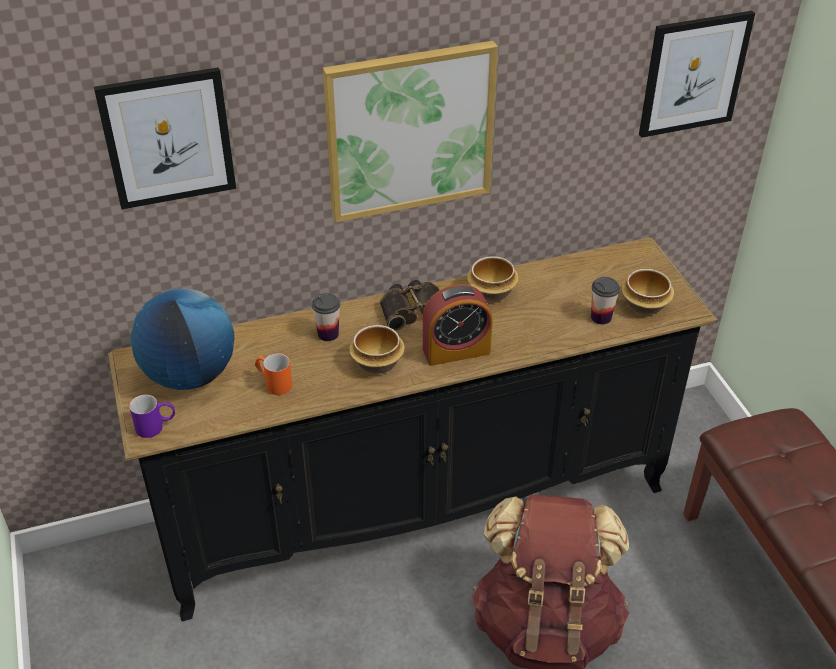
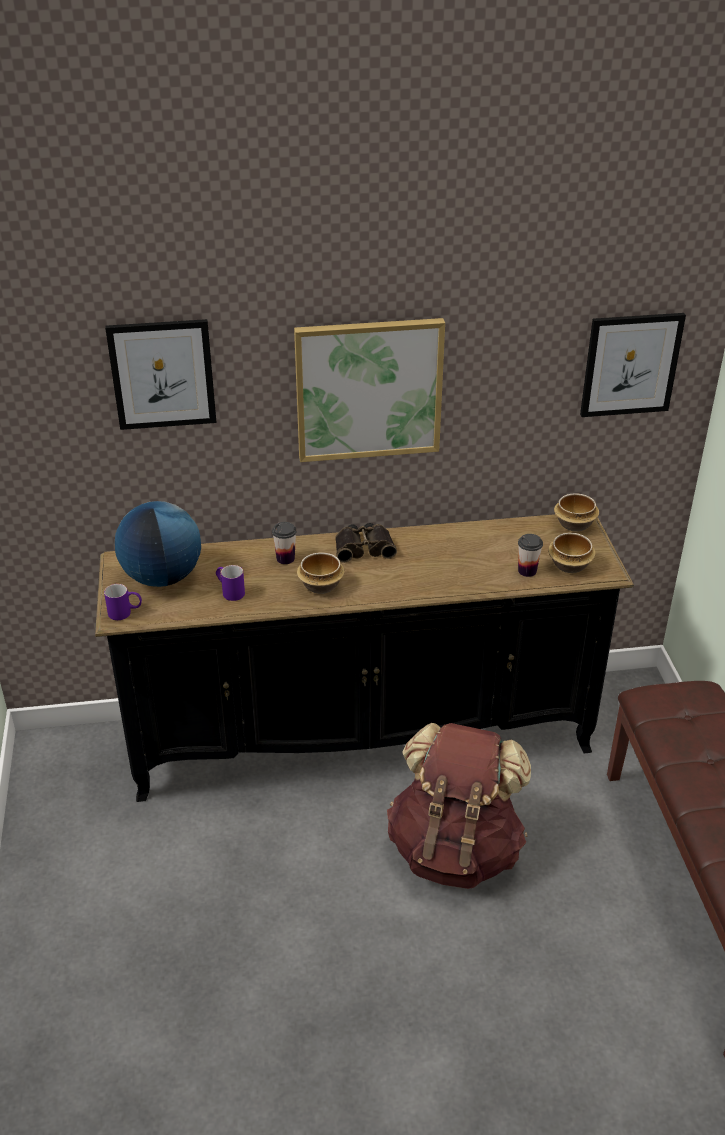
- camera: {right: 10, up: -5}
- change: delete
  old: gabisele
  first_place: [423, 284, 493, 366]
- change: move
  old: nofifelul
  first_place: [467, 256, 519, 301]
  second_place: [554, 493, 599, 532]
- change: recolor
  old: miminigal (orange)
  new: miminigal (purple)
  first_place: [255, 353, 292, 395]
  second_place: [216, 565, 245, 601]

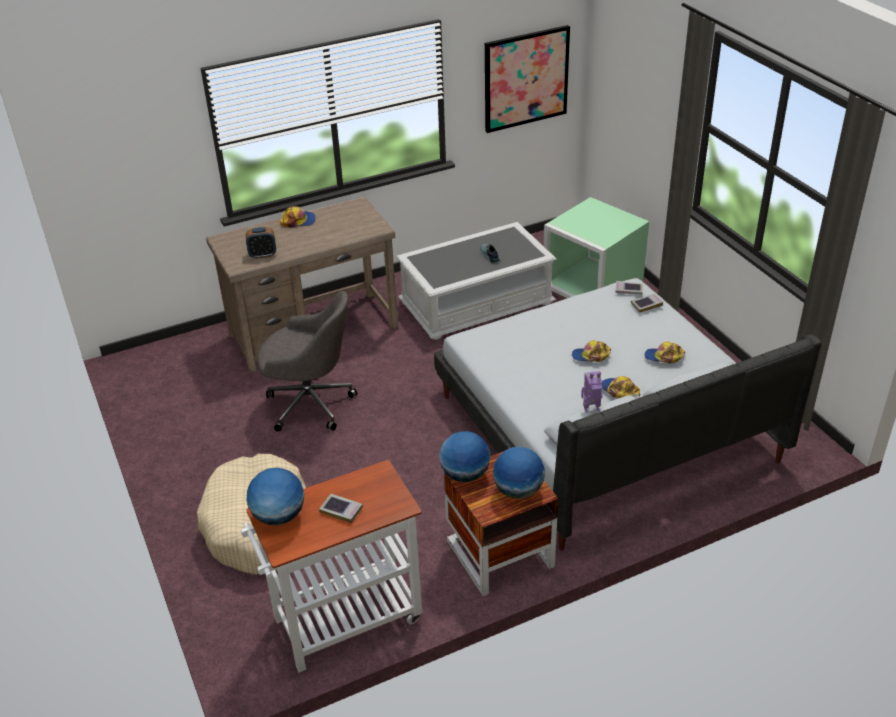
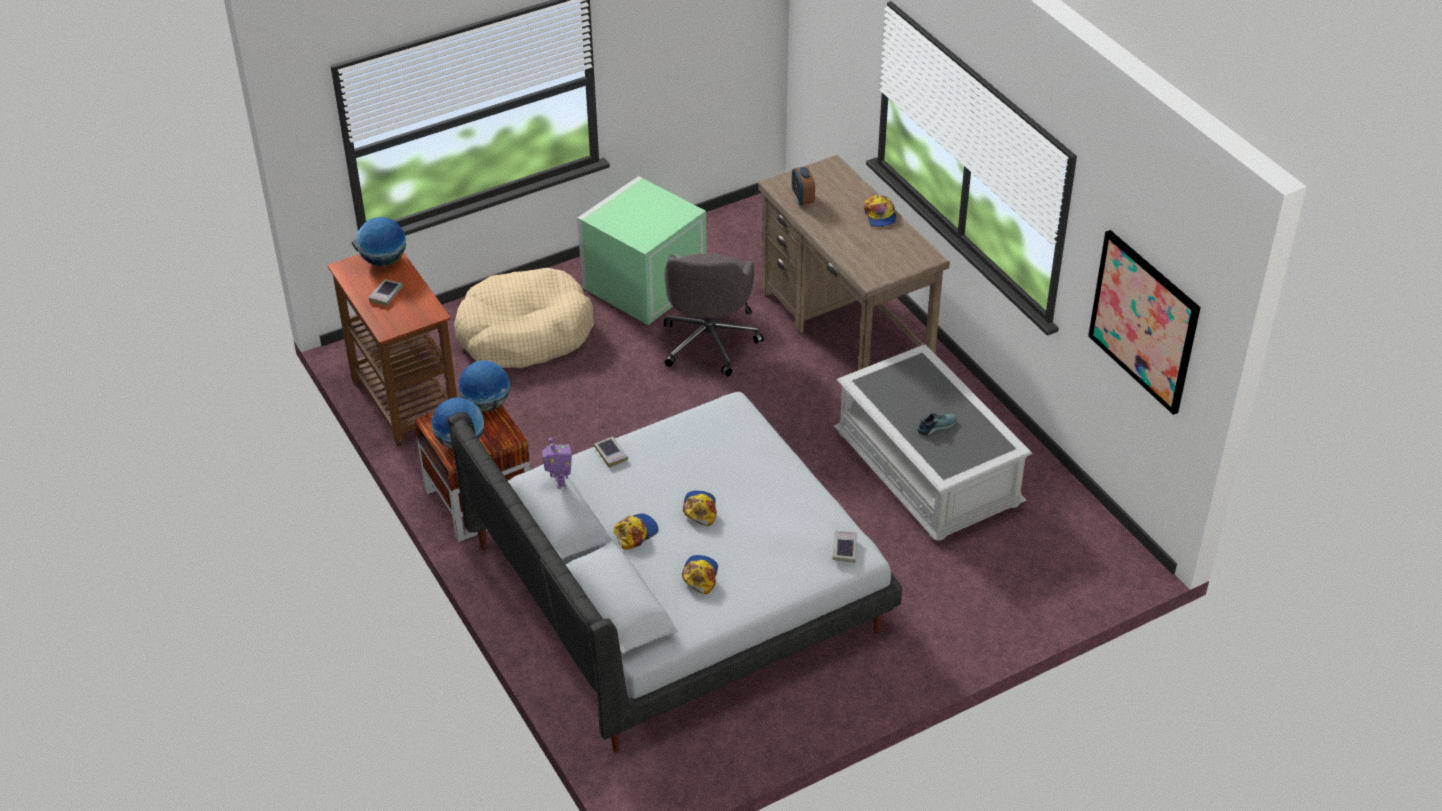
- camera: {right: 85, up: 5}
- change: move
  old: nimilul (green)
  first_place: [544, 197, 649, 298]
  second_place: [577, 176, 706, 325]
- change: move
  old: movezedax
  first_place: [631, 294, 663, 313]
  second_place: [594, 436, 628, 468]
- change: recolor
  old: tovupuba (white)
  new: tovupuba (brown)
  first_place: [241, 460, 422, 672]
  second_place: [328, 252, 457, 446]

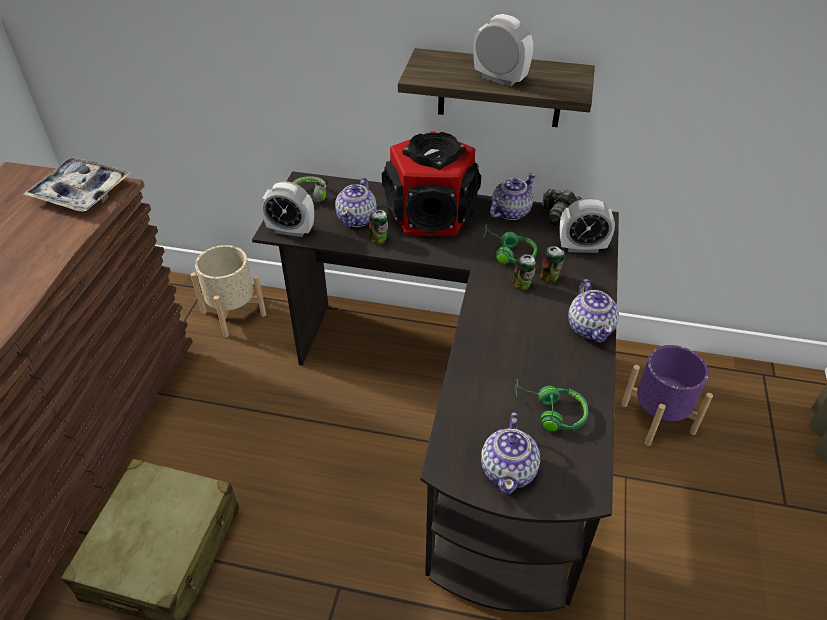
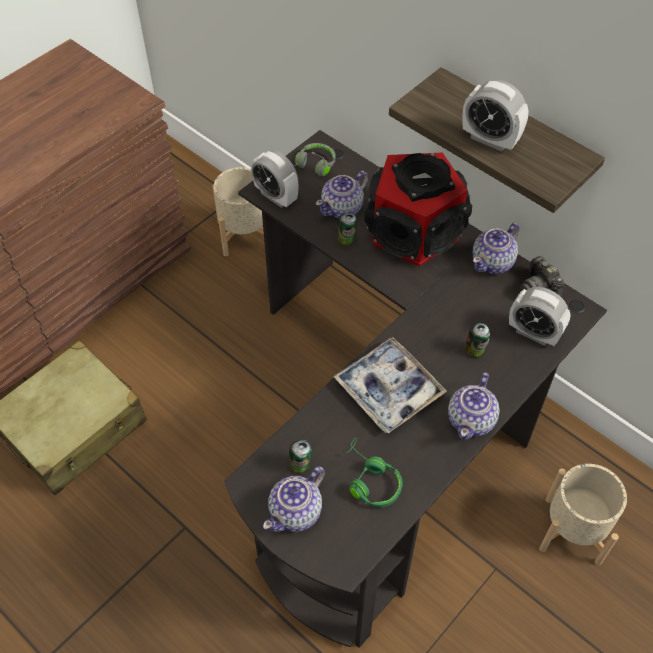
- camera: {right: 30, up: 10}
- change: delete
  old: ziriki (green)
  first_place: [483, 224, 537, 264]
- change: move
  old: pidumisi
  first_place: [23, 157, 131, 212]
  second_place: [333, 337, 447, 433]
- change: move
  old: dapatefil
  first_place: [512, 254, 536, 290]
  second_place: [289, 439, 312, 473]
- change: recolor
  old: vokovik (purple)
  new: vokovik (beige)
  first_place: [621, 345, 713, 446]
  second_place: [539, 464, 627, 566]
- change: rotate
  old: gabisele
  first_place: [473, 14, 533, 87]
  second_place: [462, 80, 528, 152]
  degrees: 150
- change: rotate
  old: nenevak
  first_place: [490, 173, 536, 220]
  second_place: [472, 223, 520, 274]
  degrees: 150

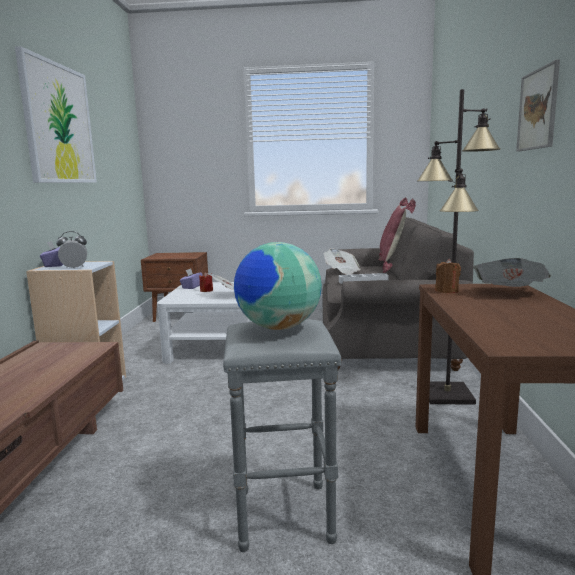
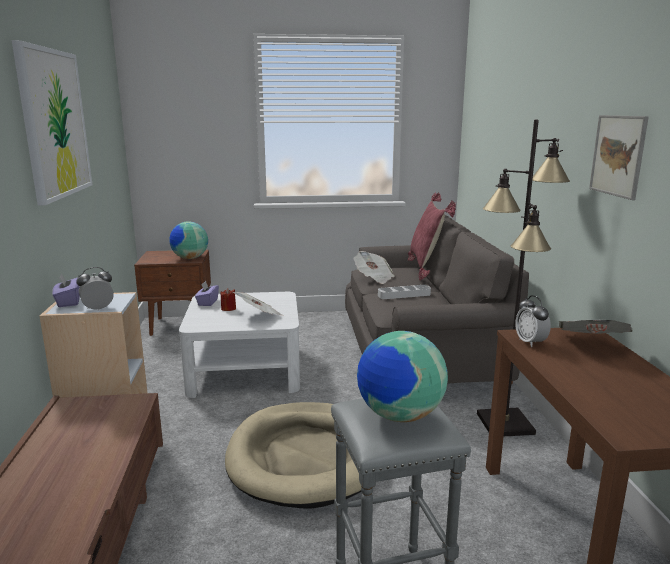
- camera: {right: -10, up: 5}
- change: insert
  new: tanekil
  second_place: [169, 221, 208, 259]
- change: insert
  new: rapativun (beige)
  second_place: [225, 402, 361, 509]
- change: replace
  old: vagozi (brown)
  new: gabisele
  first_place: [435, 259, 461, 293]
  second_place: [515, 295, 551, 347]

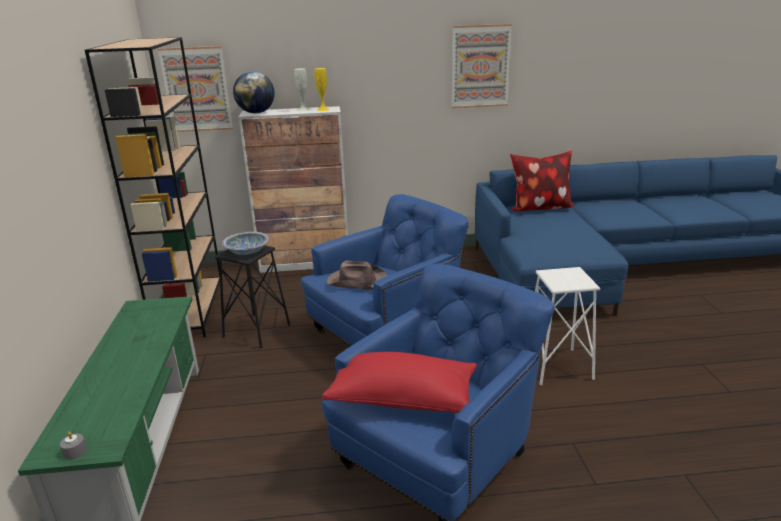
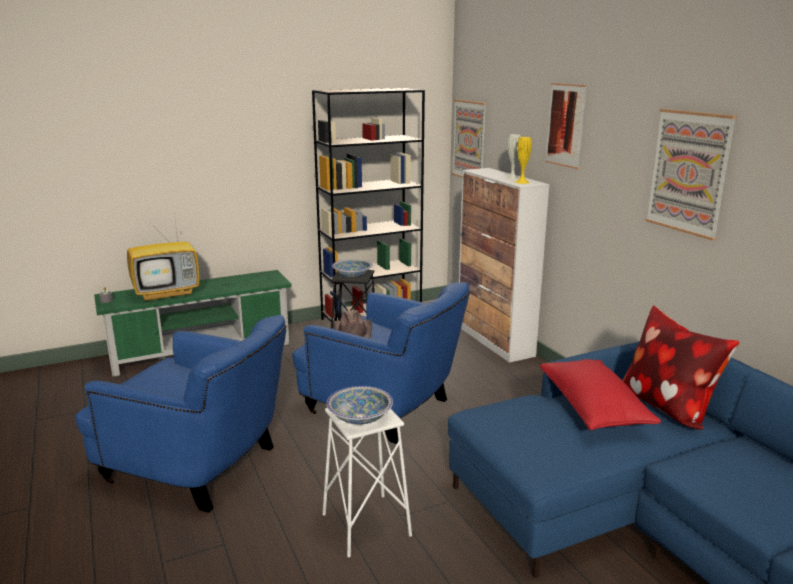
- camera: {right: 70, up: -5}
- change: delete
  old: tanekil
  first_place: [233, 71, 275, 113]
- change: insert
  new: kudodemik
  second_place: [127, 213, 200, 302]
- change: insert
  new: nofifelul
  second_place: [327, 386, 393, 424]
- change: insert
  new: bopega
  second_place: [545, 83, 587, 169]
- change: move
  old: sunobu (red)
  first_place: [322, 352, 477, 413]
  second_place: [540, 359, 661, 430]

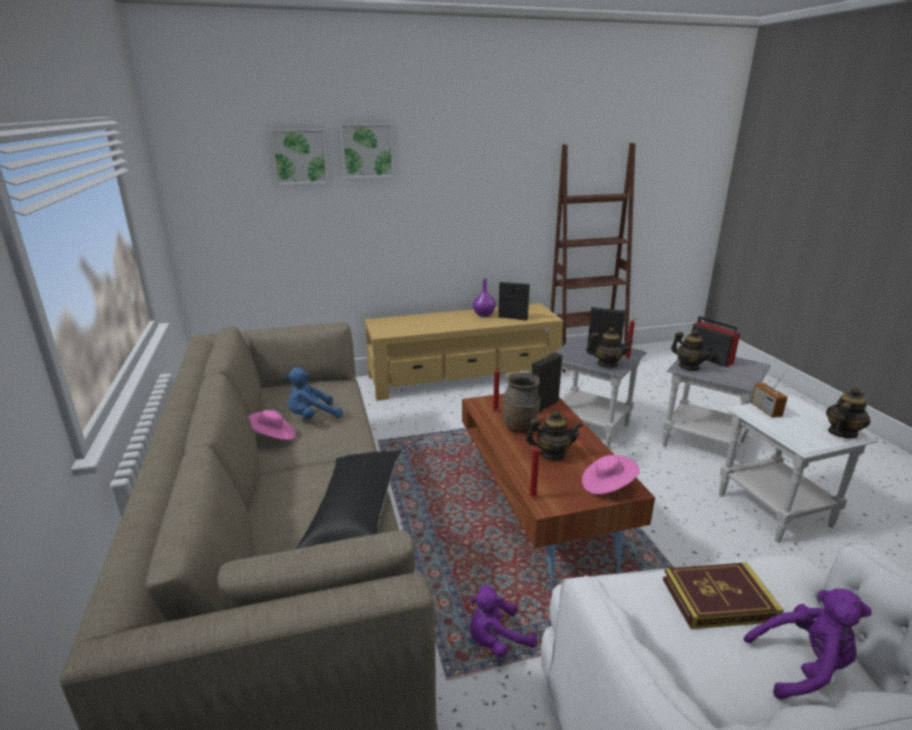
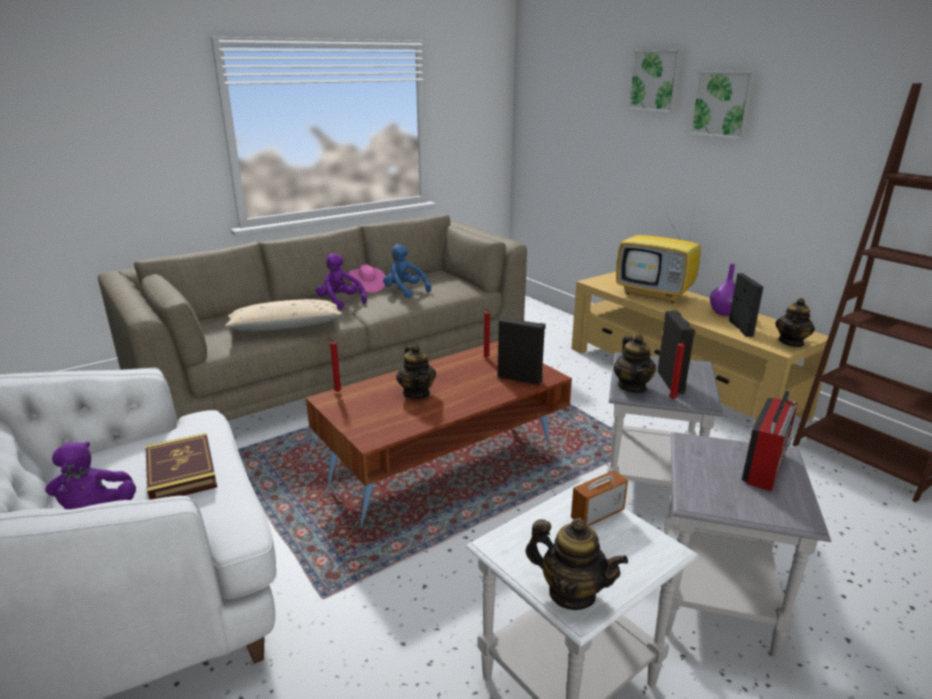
- camera: {right: 70, up: 0}
- change: delete
  old: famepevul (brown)
  first_place: [502, 372, 540, 433]
- change: delete
  old: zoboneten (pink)
  first_place: [582, 455, 640, 494]
- change: insert
  new: kudodemik
  second_place: [616, 205, 701, 303]
- change: move
  old: bopega
  first_place: [270, 129, 328, 185]
  second_place: [689, 71, 757, 140]
- change: move
  old: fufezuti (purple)
  first_place: [470, 585, 537, 658]
  second_place: [316, 253, 367, 310]
- change: move
  old: nenevak
  first_place: [671, 330, 715, 371]
  second_place: [775, 298, 815, 347]
- change: recolor
  old: sunobu (black)
  new: sunobu (beige)
  first_place: [296, 450, 402, 549]
  second_place: [225, 299, 343, 331]

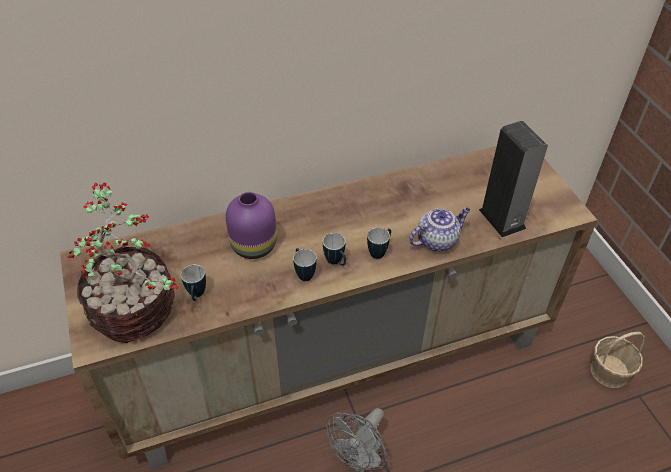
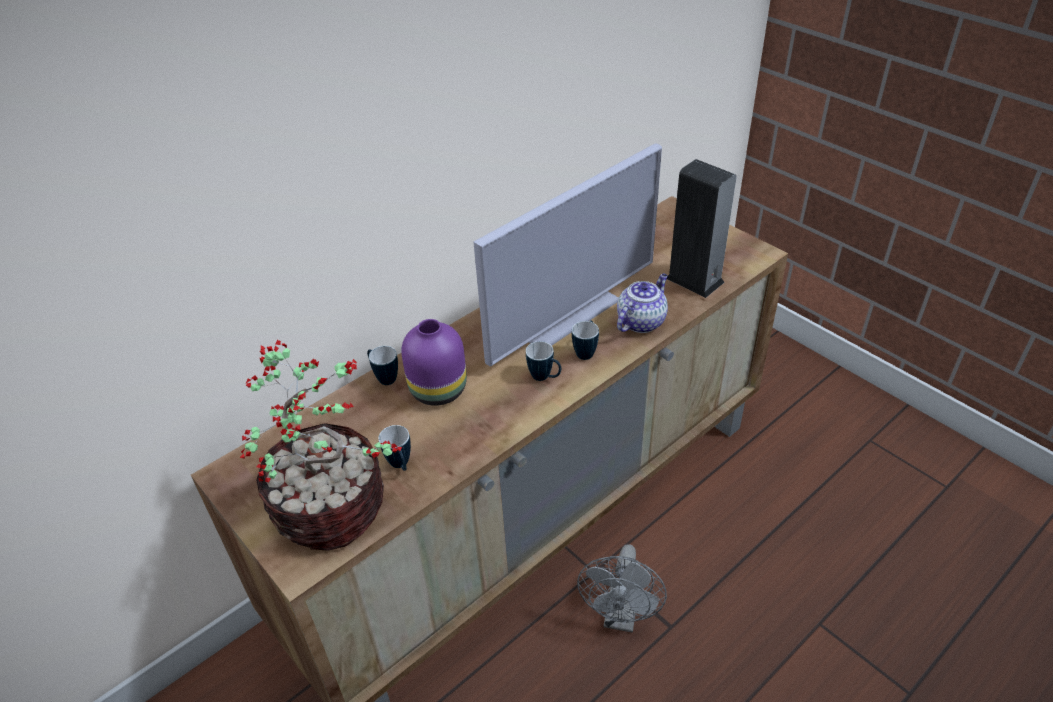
- camera: {right: -20, up: -5}
- change: delete
  old: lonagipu
  first_place: [591, 332, 645, 388]
- change: insert
  new: kudodemik
  second_place: [473, 143, 662, 366]
- change: move
  old: miminigal
  first_place: [293, 248, 317, 281]
  second_place: [367, 346, 398, 385]

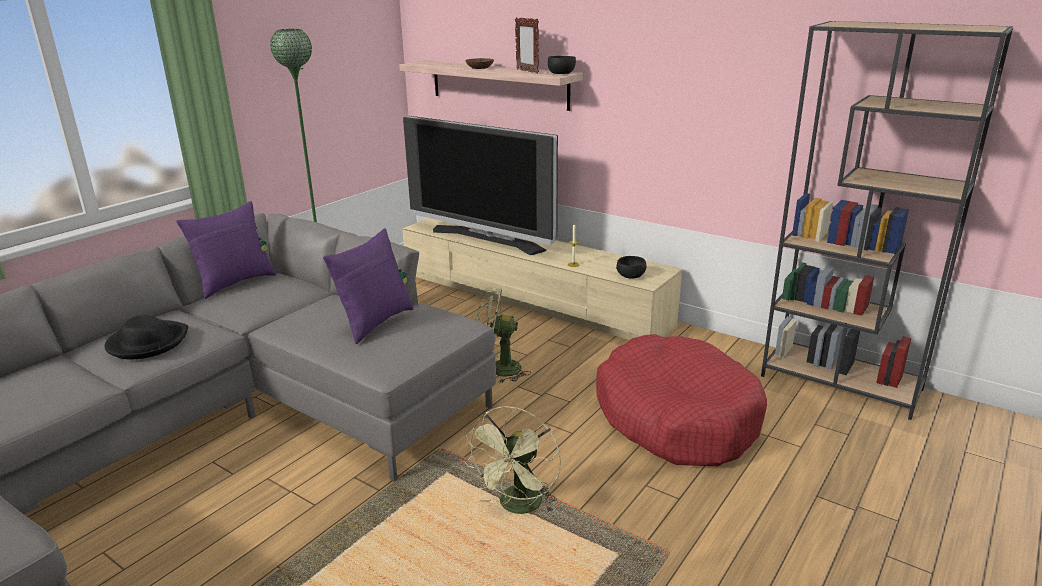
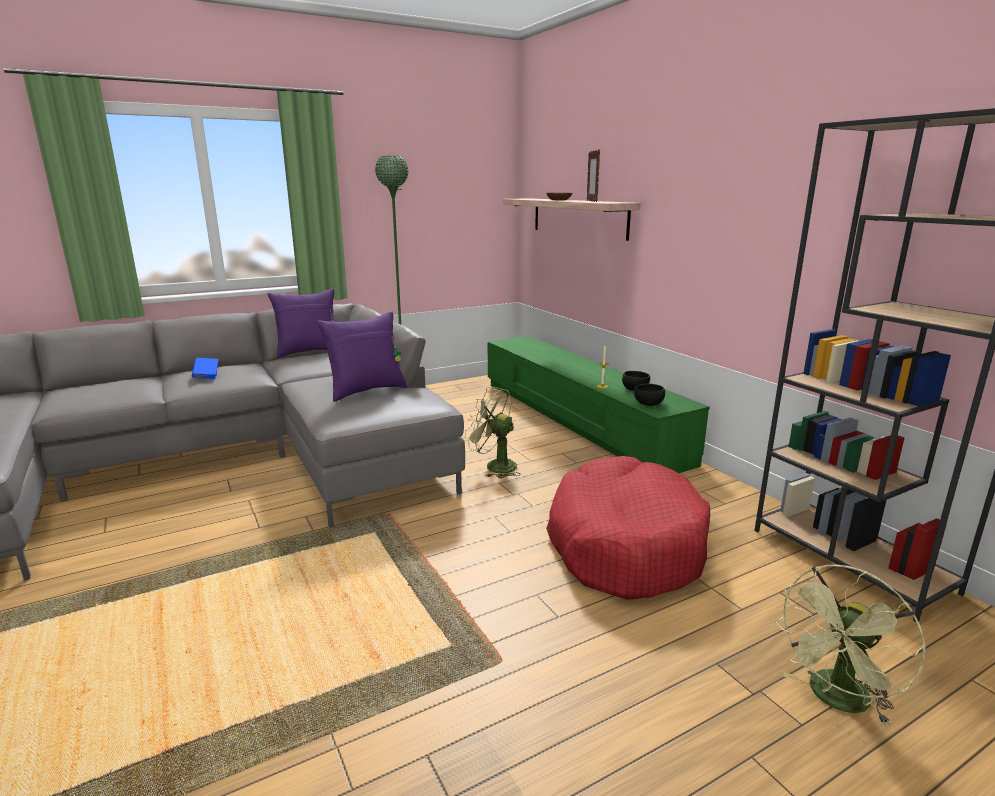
- camera: {right: 25, up: -5}
- change: delete
  old: kudodemik
  first_place: [403, 116, 558, 255]
- change: move
  old: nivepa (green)
  first_place: [464, 406, 561, 514]
  second_place: [775, 565, 926, 725]
- change: move
  old: nofifelul (black)
  first_place: [548, 56, 576, 74]
  second_place: [622, 371, 650, 391]
- change: replace
  old: zoboneten (black)
  new: movezedax (blue)
  first_place: [105, 316, 188, 359]
  second_place: [192, 358, 219, 379]
- change: recolor
  old: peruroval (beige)
  new: peruroval (green)
  first_place: [402, 218, 683, 340]
  second_place: [488, 336, 710, 473]

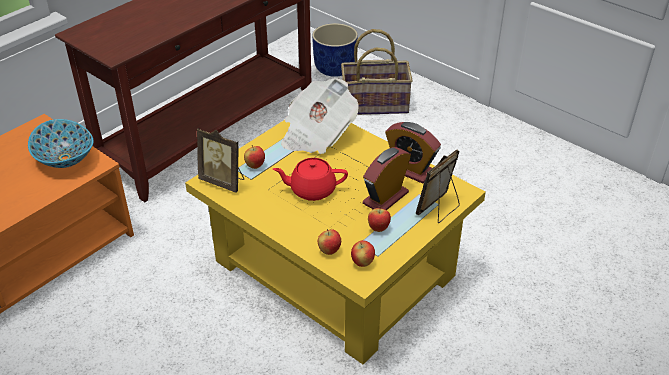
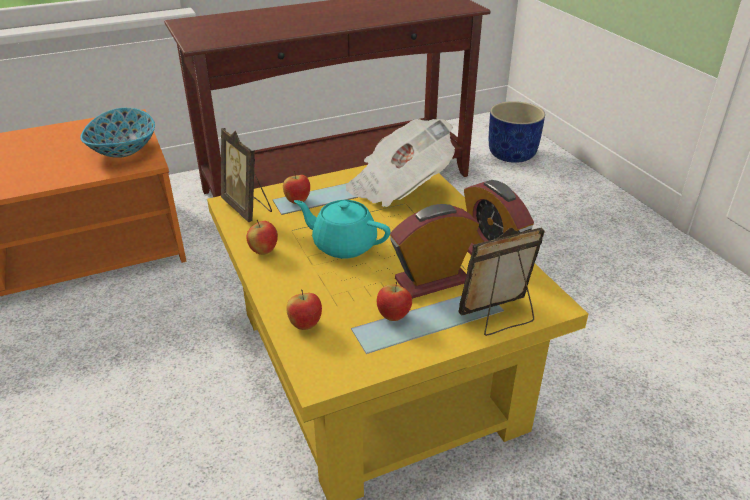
- camera: {right: 25, up: -5}
- change: delete
  old: lonagipu
  first_place: [341, 29, 413, 115]
- change: move
  old: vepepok
  first_place: [351, 240, 375, 267]
  second_place: [247, 220, 278, 255]
- change: recolor
  old: nenevak (red)
  new: nenevak (turquoise)
  first_place: [273, 158, 348, 201]
  second_place: [294, 200, 391, 258]

